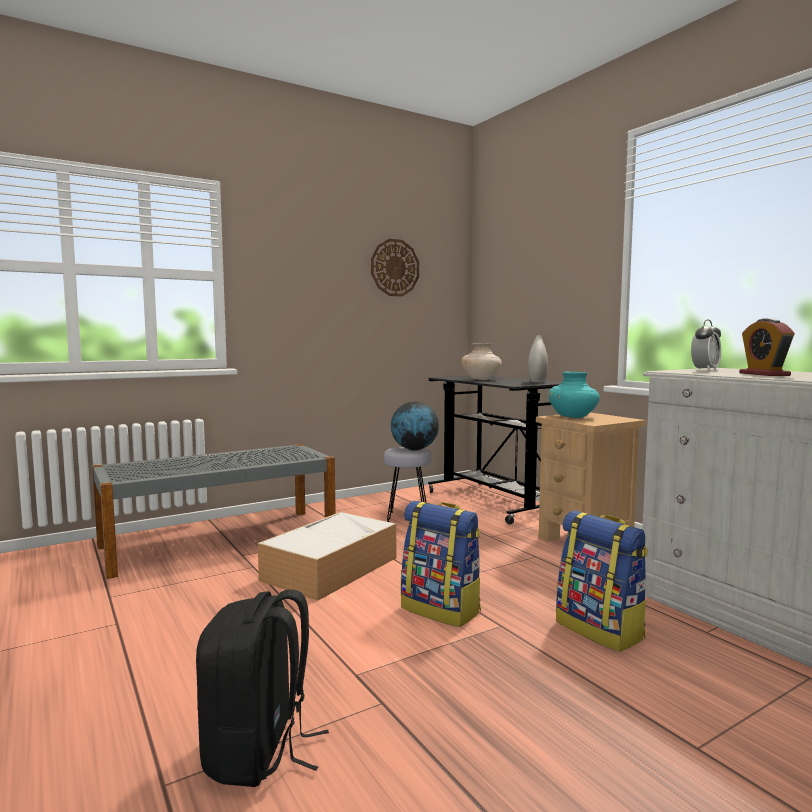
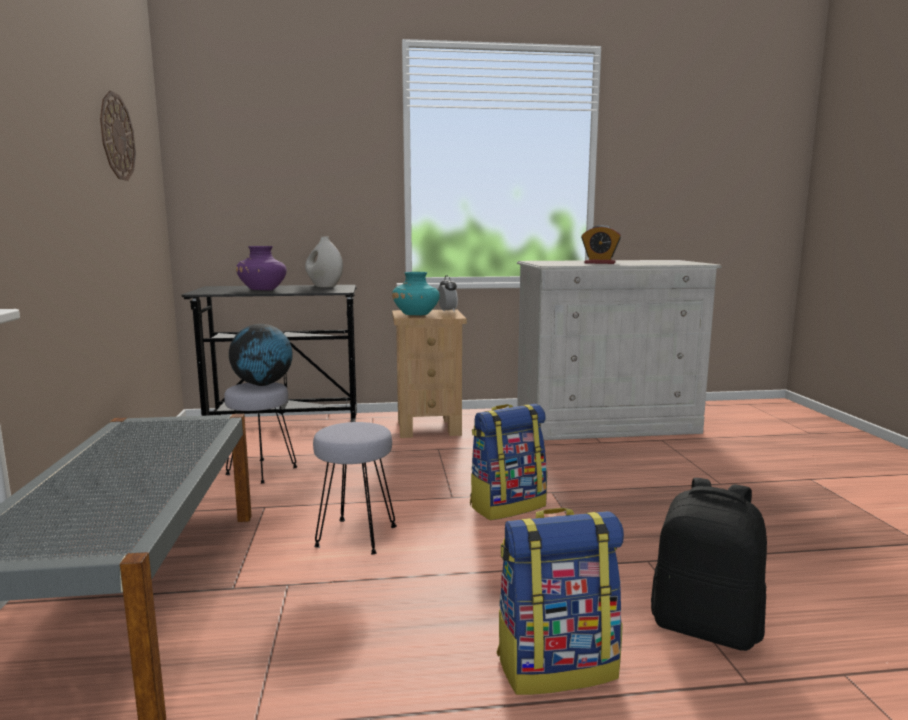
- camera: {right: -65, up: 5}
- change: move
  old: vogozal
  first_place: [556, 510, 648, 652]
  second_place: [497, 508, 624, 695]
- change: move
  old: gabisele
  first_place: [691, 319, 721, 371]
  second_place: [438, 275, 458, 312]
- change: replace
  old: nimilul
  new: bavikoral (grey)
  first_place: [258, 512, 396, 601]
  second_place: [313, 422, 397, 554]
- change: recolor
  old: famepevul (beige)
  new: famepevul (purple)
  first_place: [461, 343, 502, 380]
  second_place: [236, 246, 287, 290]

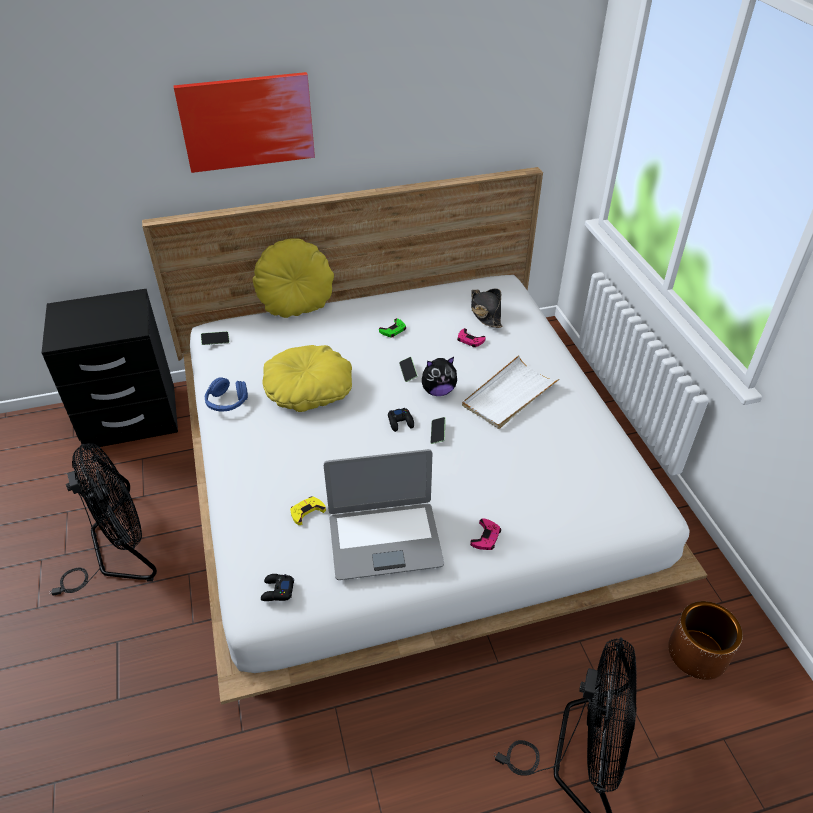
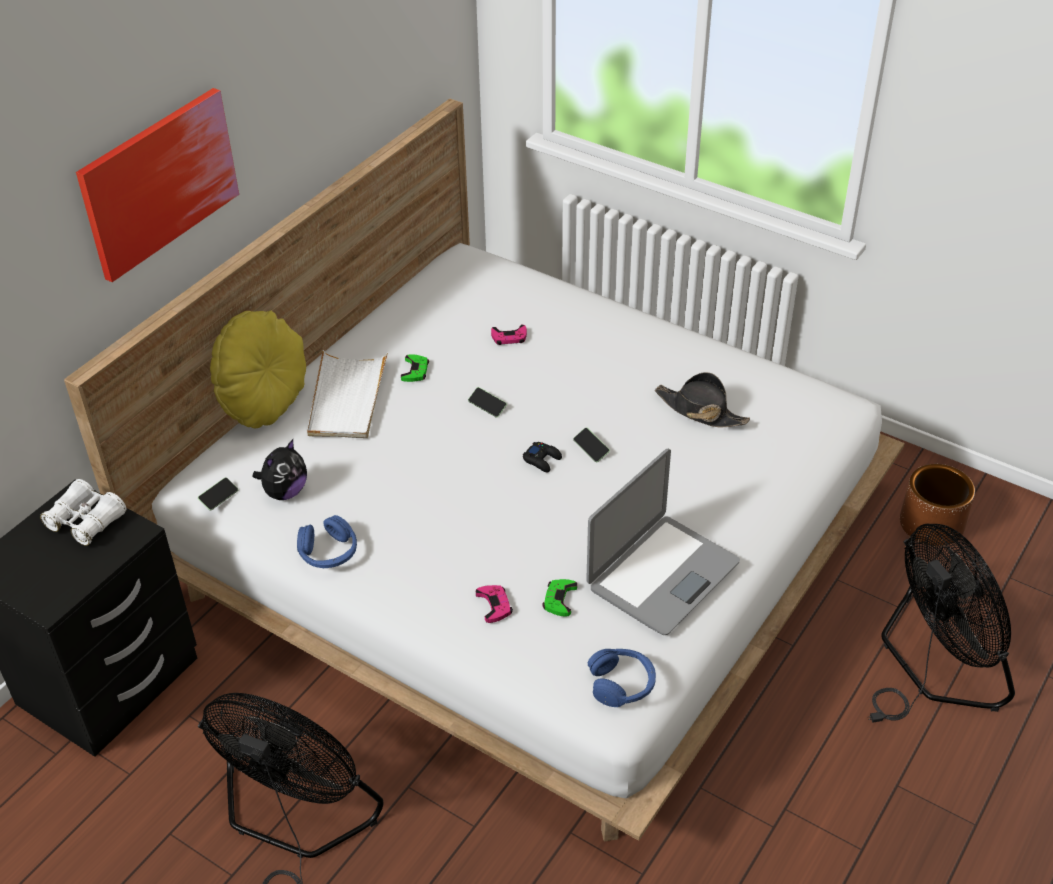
- camera: {right: -40, up: 0}
- change: delete
  old: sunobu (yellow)
  first_place: [262, 345, 352, 412]
- change: insert
  new: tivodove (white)
  second_place: [40, 479, 127, 546]
- change: move
  old: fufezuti
  first_place: [422, 357, 457, 396]
  second_place: [252, 439, 307, 500]
- change: move
  old: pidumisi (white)
  first_place: [462, 355, 560, 429]
  second_place: [307, 350, 388, 438]
- change: move
  old: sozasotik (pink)
  first_place: [470, 518, 501, 550]
  second_place: [476, 585, 513, 623]
- change: move
  old: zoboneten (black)
  first_place: [471, 289, 503, 328]
  second_place: [655, 372, 750, 428]
- change: replace
  old: sozasotik (black)
  new: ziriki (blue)
  first_place: [261, 574, 294, 601]
  second_place: [588, 649, 656, 707]
- change: recolor
  old: sozasotik (yellow)
  new: sozasotik (green)
  first_place: [290, 496, 326, 525]
  second_place: [542, 579, 577, 617]

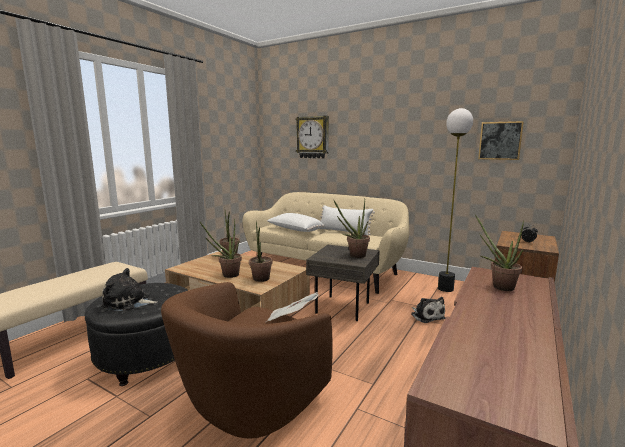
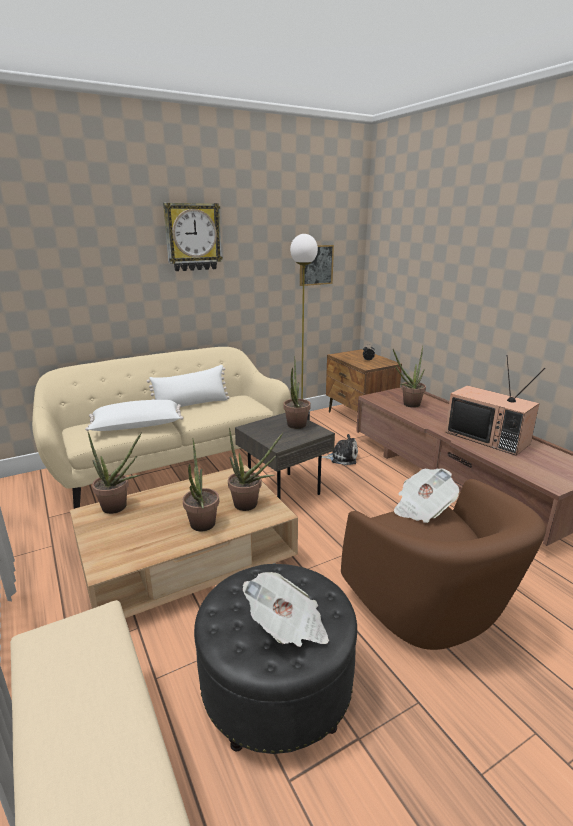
- camera: {right: -60, up: 10}
- change: insert
  new: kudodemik
  second_place: [445, 355, 545, 456]
- change: move
  old: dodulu
  first_place: [296, 116, 329, 158]
  second_place: [163, 203, 223, 271]
- change: replace
  old: fufezuti
  new: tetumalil
  first_place: [101, 268, 158, 311]
  second_place: [243, 572, 329, 647]

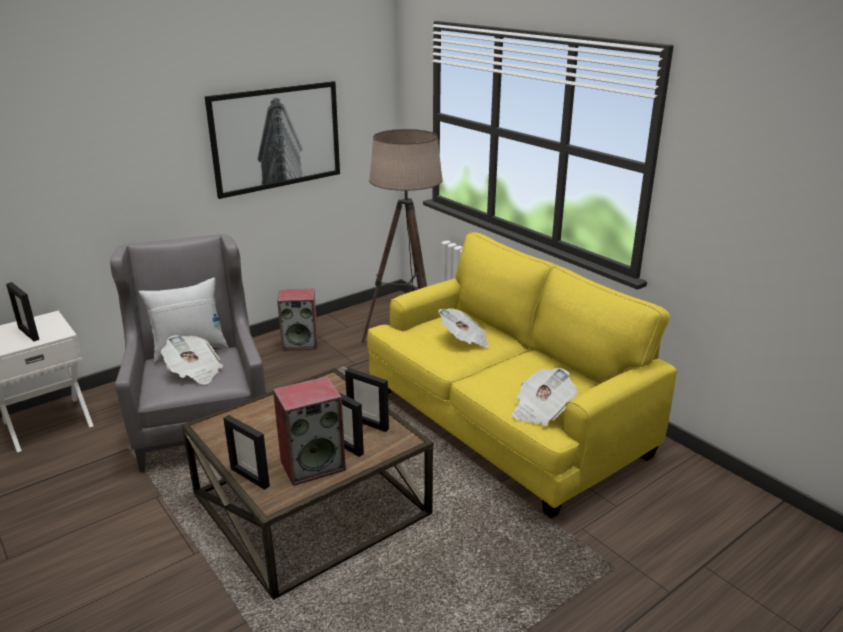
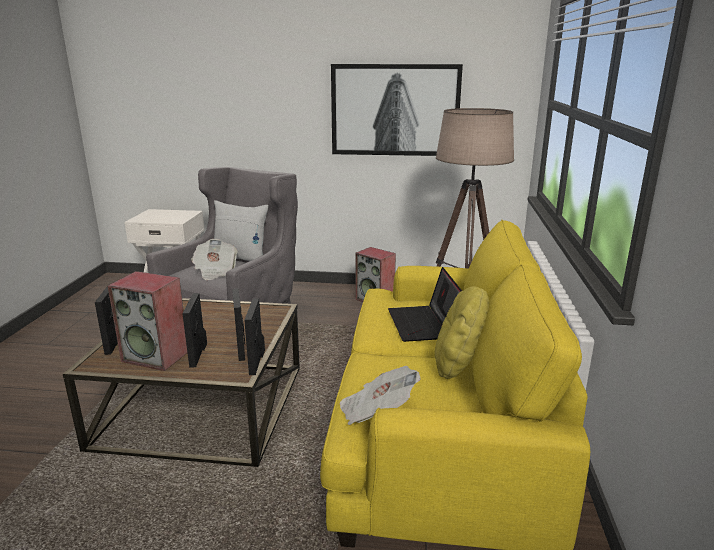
- camera: {right: 45, up: -5}
- change: insert
  new: sunobu (yellow)
  second_place: [435, 286, 489, 379]
- change: move
  old: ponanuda
  first_place: [6, 282, 39, 341]
  second_place: [244, 298, 265, 375]
- change: replace
  old: tetumalil
  new: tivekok
  first_place: [438, 308, 489, 348]
  second_place: [388, 267, 462, 342]

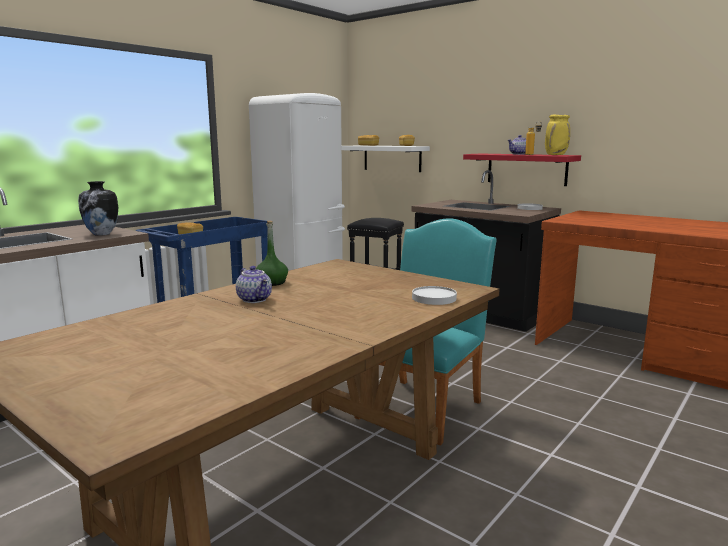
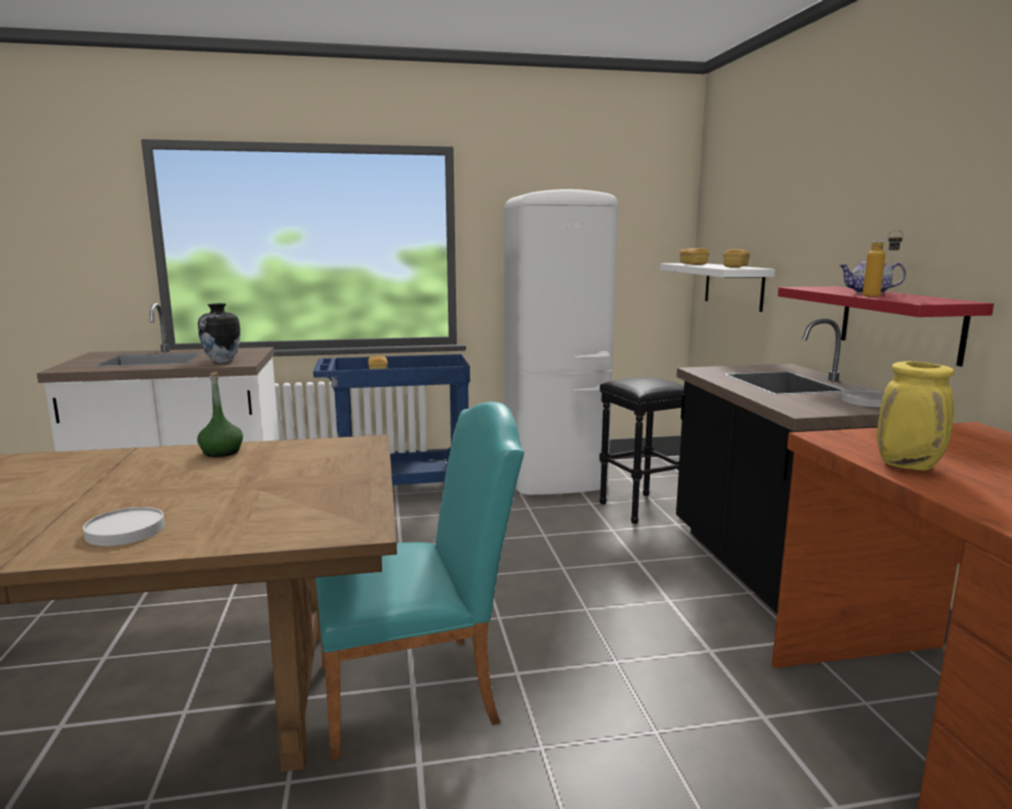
- camera: {right: 40, up: 0}
- change: delete
  old: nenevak
  first_place: [236, 266, 272, 303]
- change: move
  old: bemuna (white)
  first_place: [412, 286, 457, 305]
  second_place: [83, 507, 165, 546]
- change: move
  old: famepevul (yellow)
  first_place: [545, 115, 570, 155]
  second_place: [877, 361, 954, 471]

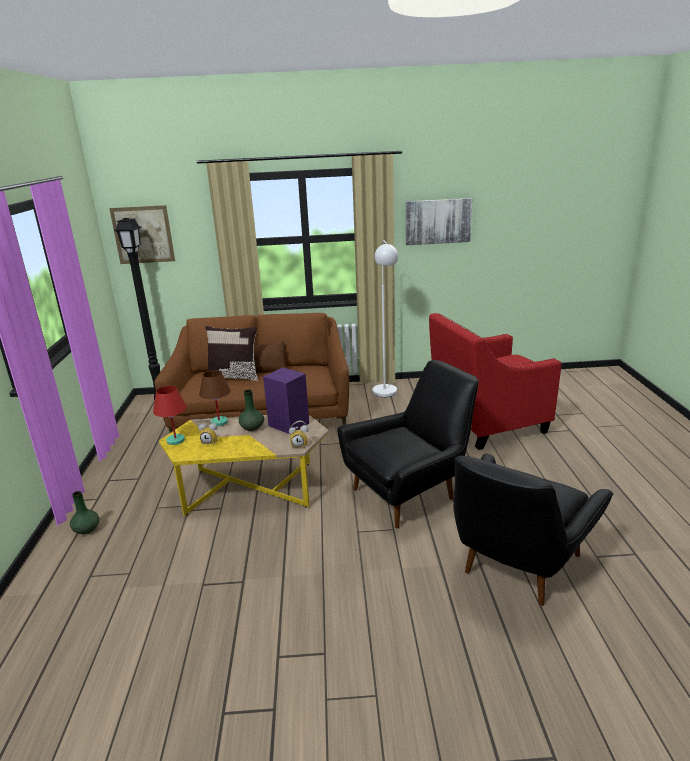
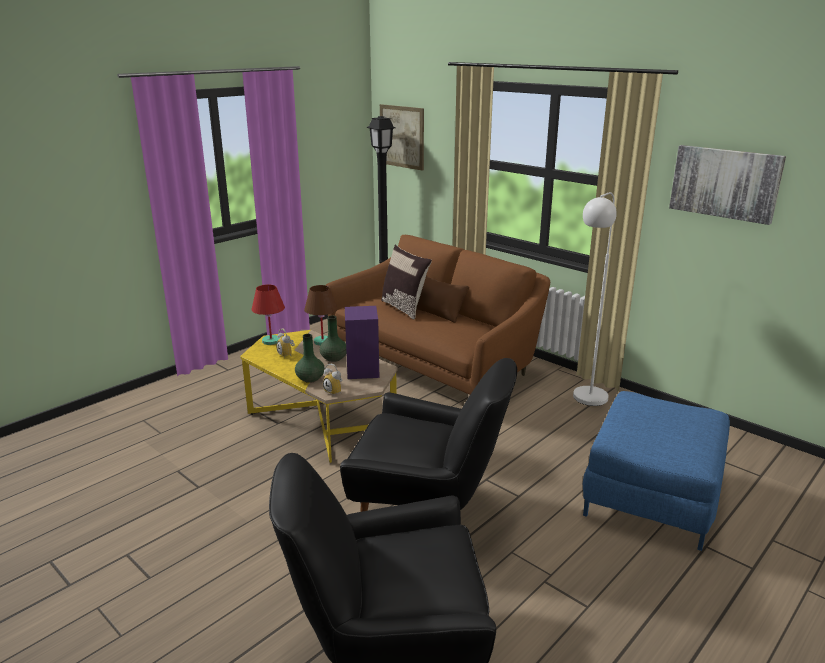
- camera: {right: 45, up: 0}
- change: move
  old: famepevul (green)
  first_place: [70, 491, 99, 534]
  second_place: [295, 334, 325, 383]
- change: replace
  old: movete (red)
  new: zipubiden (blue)
  first_place: [429, 313, 561, 450]
  second_place: [583, 391, 730, 551]

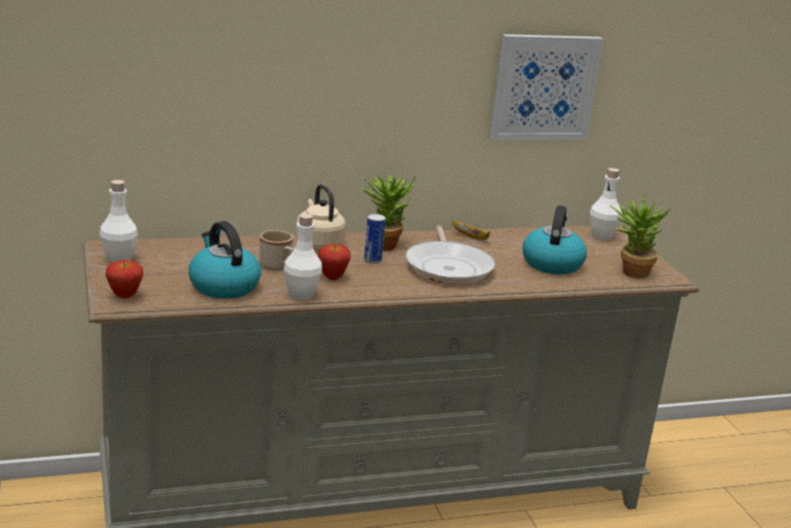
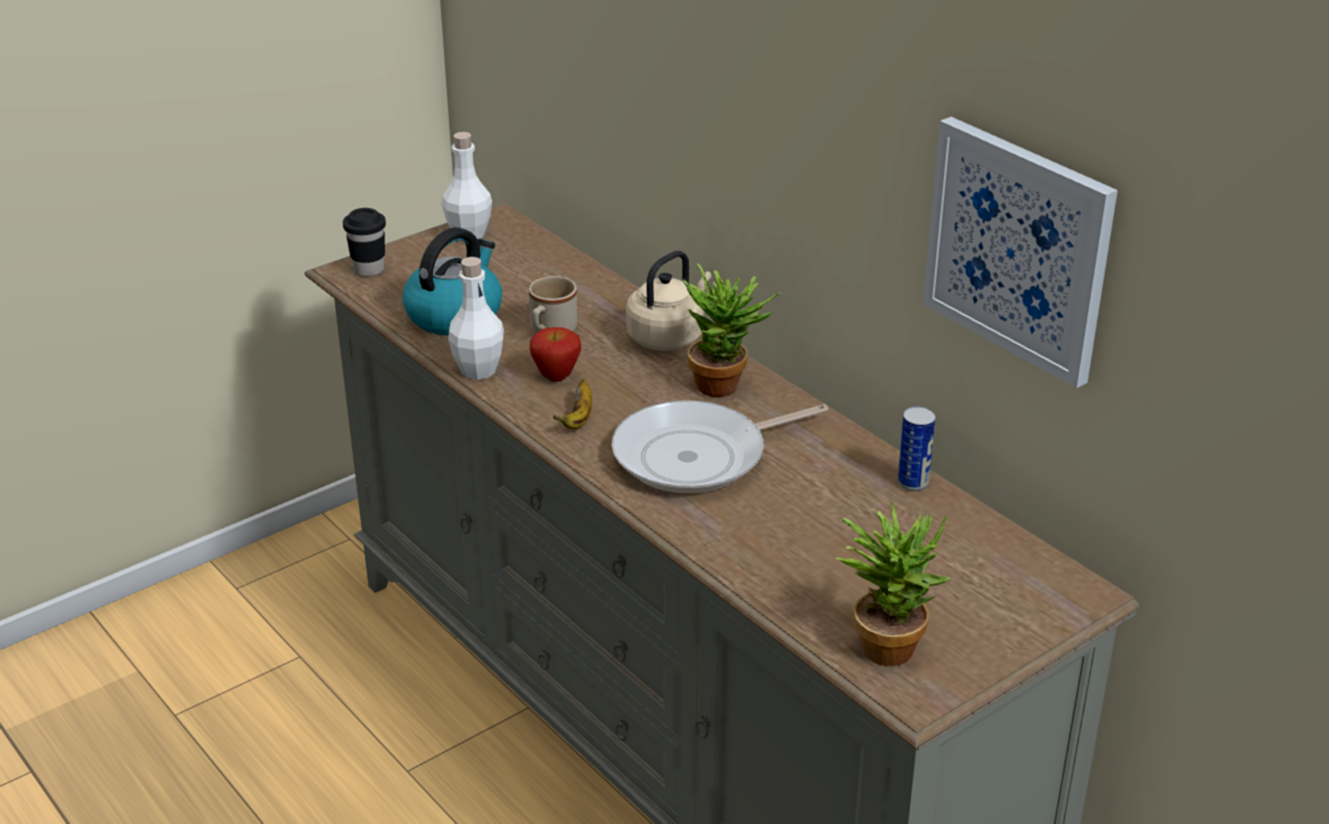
- camera: {right: 70, up: 10}
- change: delete
  old: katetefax
  first_place: [523, 205, 587, 274]
- change: delete
  old: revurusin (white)
  first_place: [590, 168, 622, 241]
- change: move
  old: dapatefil
  first_place: [364, 214, 386, 264]
  second_place: [898, 407, 936, 491]
- change: move
  old: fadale
  first_place: [452, 221, 490, 240]
  second_place: [553, 379, 592, 429]
- change: replace
  old: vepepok
  new: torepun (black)
  first_place: [106, 260, 143, 299]
  second_place: [343, 208, 386, 277]

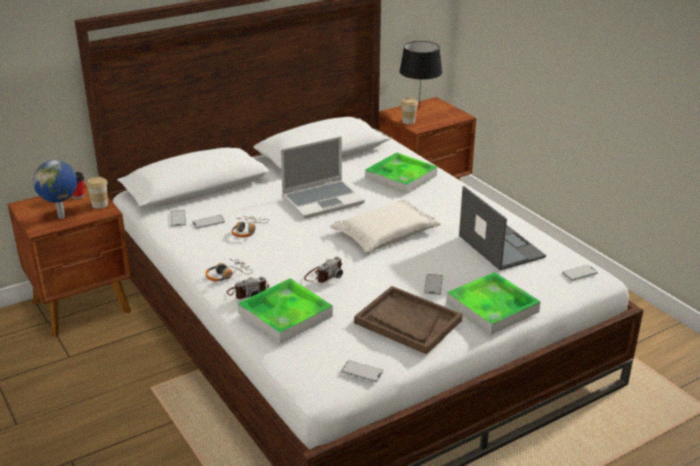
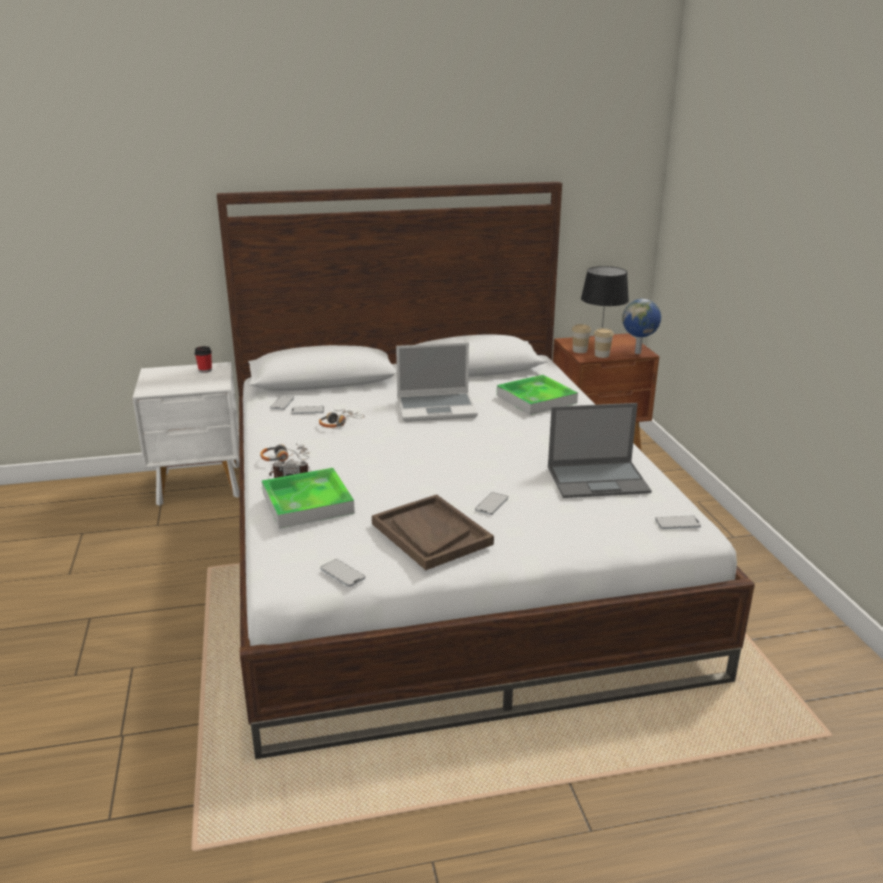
- camera: {right: 20, up: -5}
- change: delete
  old: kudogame
  first_place: [304, 256, 343, 283]
- change: delete
  old: sunobu (white)
  first_place: [330, 199, 441, 253]
- change: delete
  old: pidumisi
  first_place: [446, 272, 541, 335]
- change: move
  old: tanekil
  first_place: [33, 160, 77, 219]
  second_place: [622, 299, 661, 354]
- change: move
  old: torepun
  first_place: [86, 177, 108, 209]
  second_place: [594, 328, 614, 358]
- change: recolor
  old: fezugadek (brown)
  new: fezugadek (white)
  first_place: [8, 184, 131, 337]
  second_place: [133, 362, 240, 506]
- change: rotate
  old: tivekok
  first_place: [459, 186, 546, 270]
  second_place: [548, 403, 652, 498]
  degrees: 90

